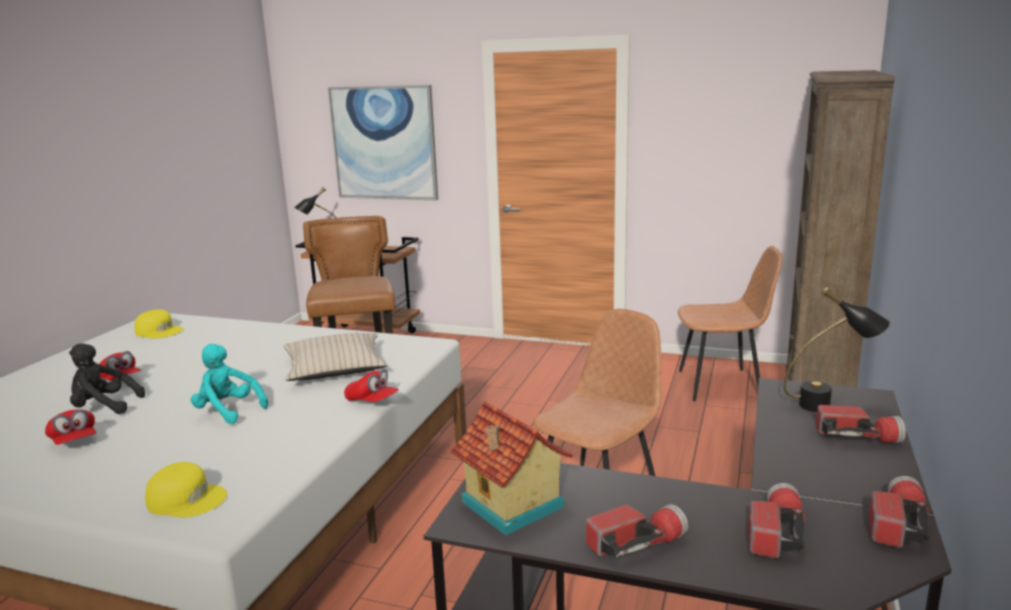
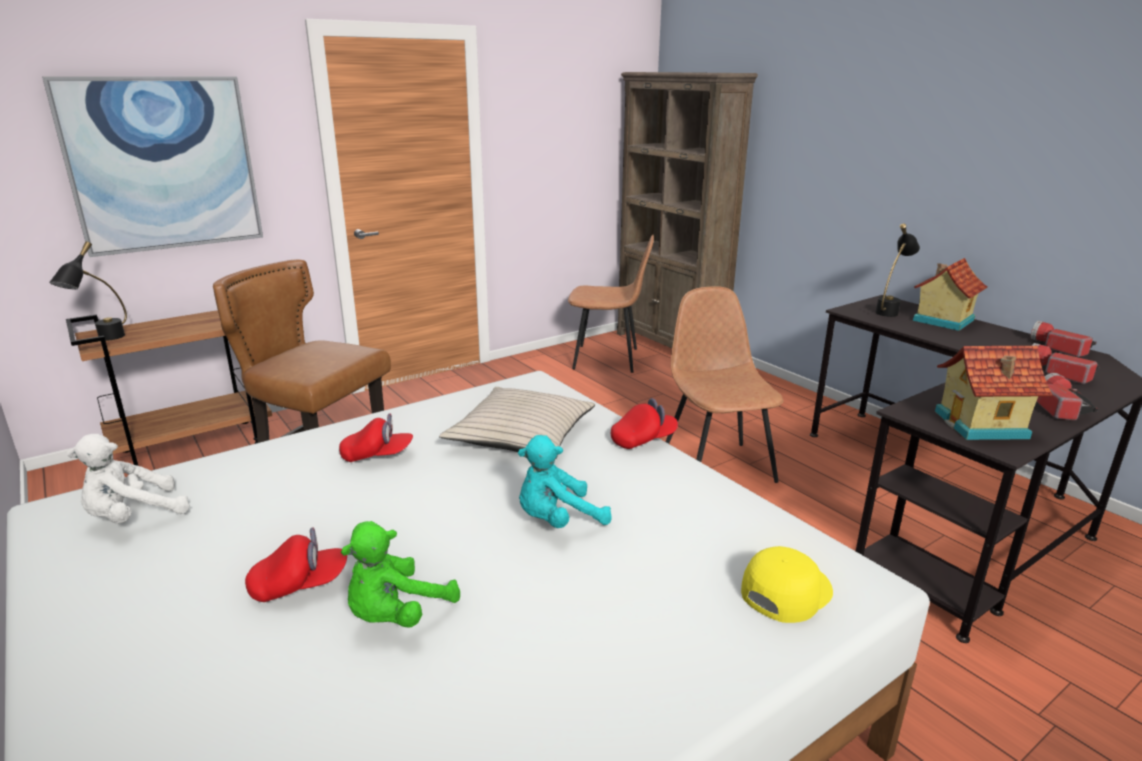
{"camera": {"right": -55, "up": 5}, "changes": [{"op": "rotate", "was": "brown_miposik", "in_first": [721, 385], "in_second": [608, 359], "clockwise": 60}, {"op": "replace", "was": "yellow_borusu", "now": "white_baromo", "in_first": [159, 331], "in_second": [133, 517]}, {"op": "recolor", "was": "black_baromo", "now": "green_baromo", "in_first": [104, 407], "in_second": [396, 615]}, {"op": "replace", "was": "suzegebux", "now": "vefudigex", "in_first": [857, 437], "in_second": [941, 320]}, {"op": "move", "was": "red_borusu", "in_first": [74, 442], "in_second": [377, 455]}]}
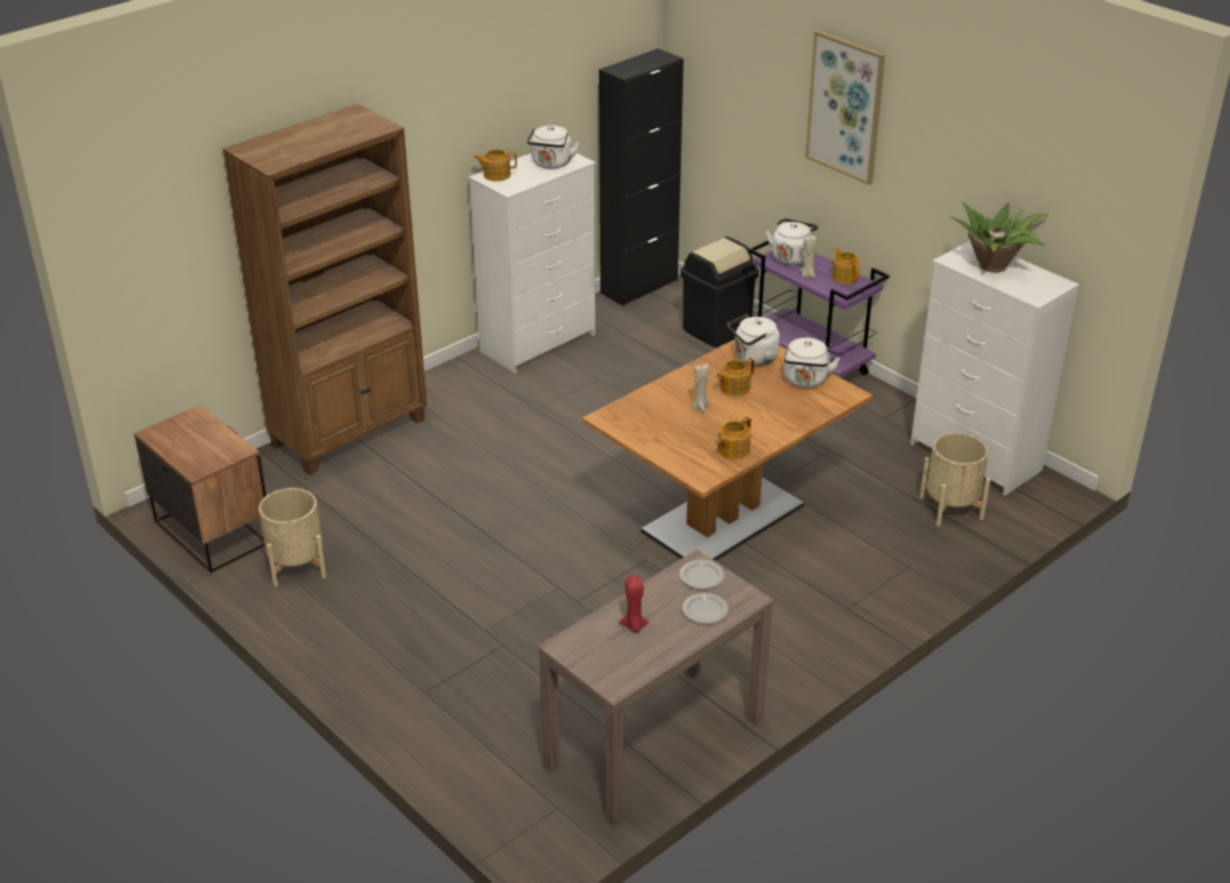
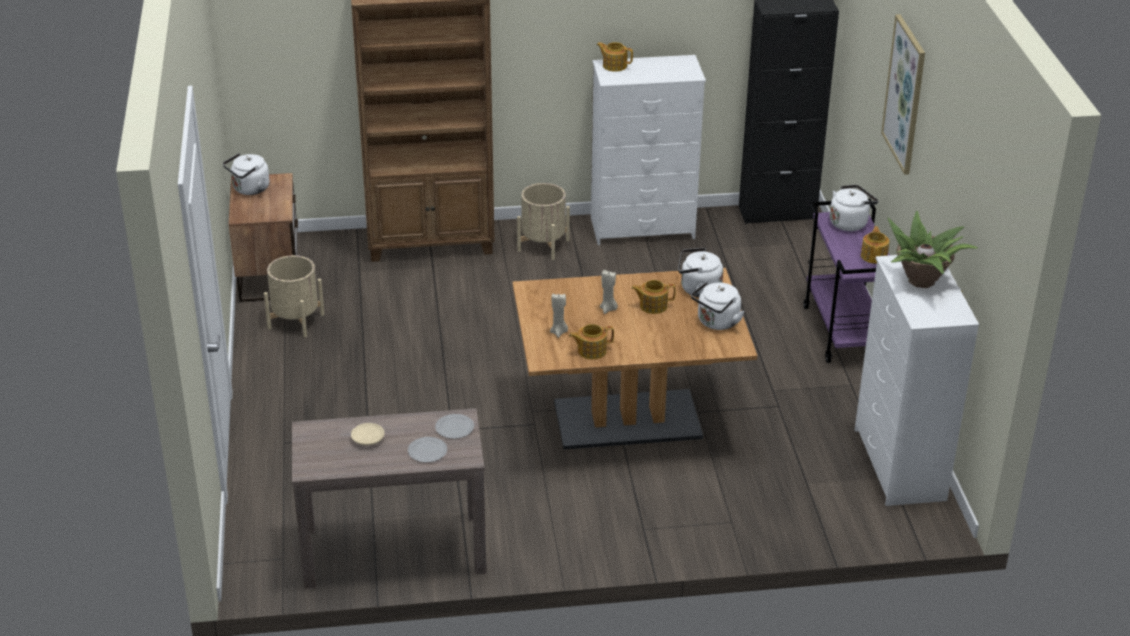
{"camera": {"right": 35, "up": 0}, "changes": [{"op": "move", "was": "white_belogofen", "in_first": [551, 164], "in_second": [249, 189]}, {"op": "move", "was": "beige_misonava", "in_first": [808, 275], "in_second": [559, 332]}, {"op": "delete", "was": "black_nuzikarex", "in_first": [716, 329]}, {"op": "move", "was": "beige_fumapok", "in_first": [951, 508], "in_second": [543, 245]}, {"op": "replace", "was": "red_misonava", "now": "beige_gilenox", "in_first": [634, 626], "in_second": [368, 438]}]}
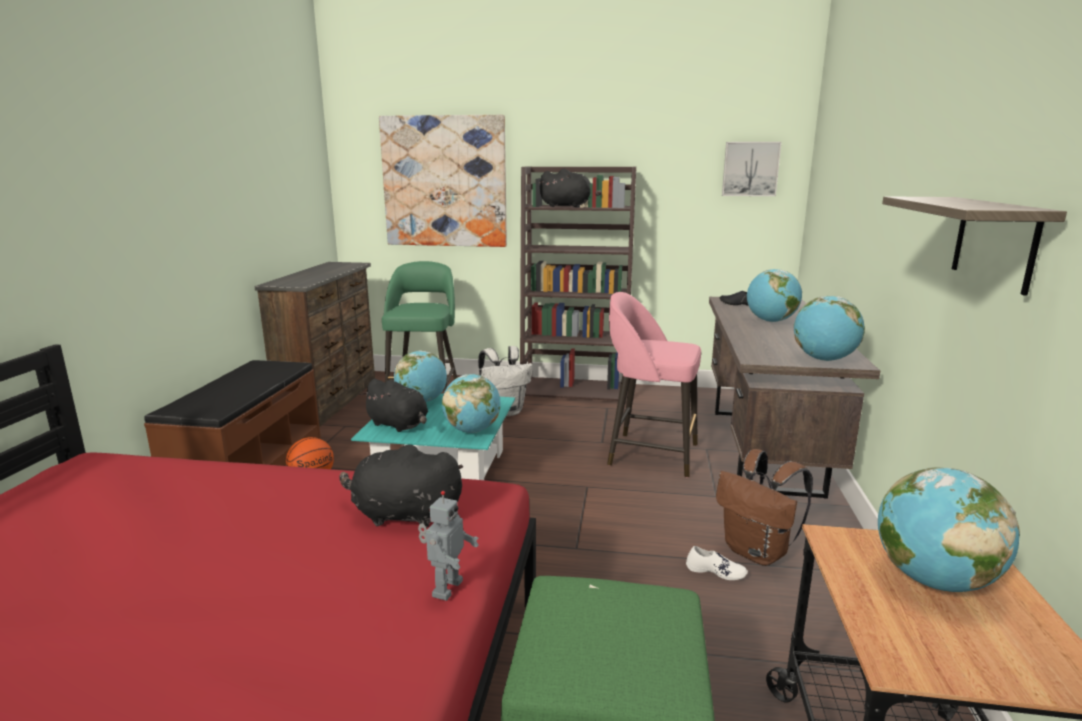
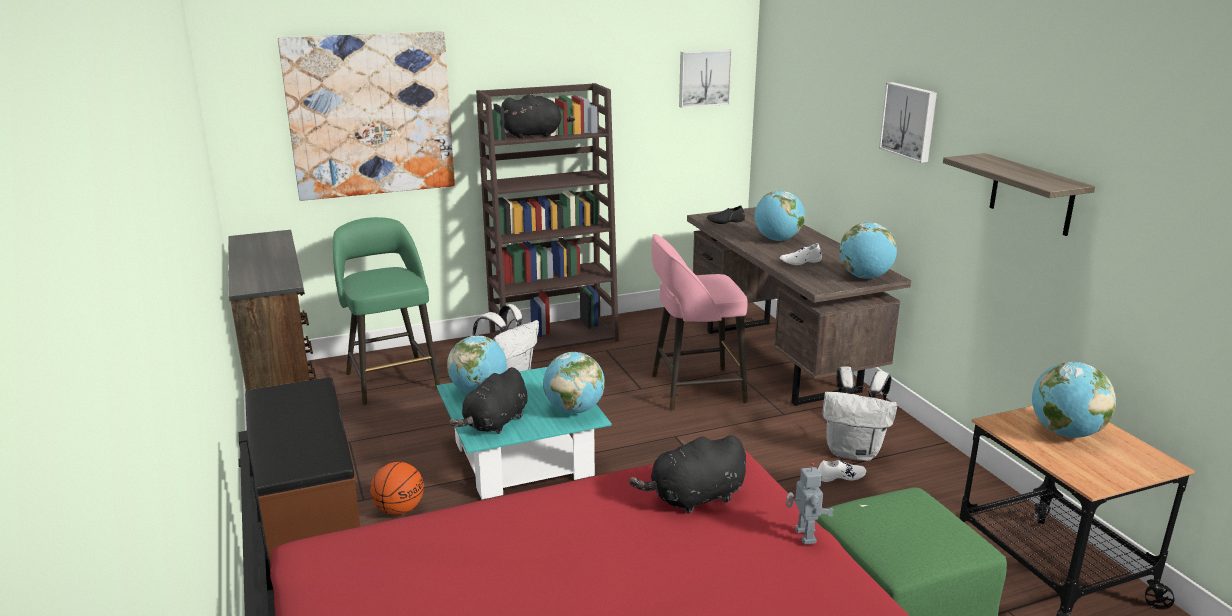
{"camera": {"right": -30, "up": 5}, "changes": [{"op": "rotate", "was": "black_baromo", "in_first": [399, 425], "in_second": [495, 424], "clockwise": 120}, {"op": "recolor", "was": "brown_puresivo", "now": "white_puresivo", "in_first": [757, 552], "in_second": [854, 452]}, {"op": "insert", "now": "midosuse", "in_second": [910, 121]}, {"op": "insert", "now": "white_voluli", "in_second": [800, 261]}]}
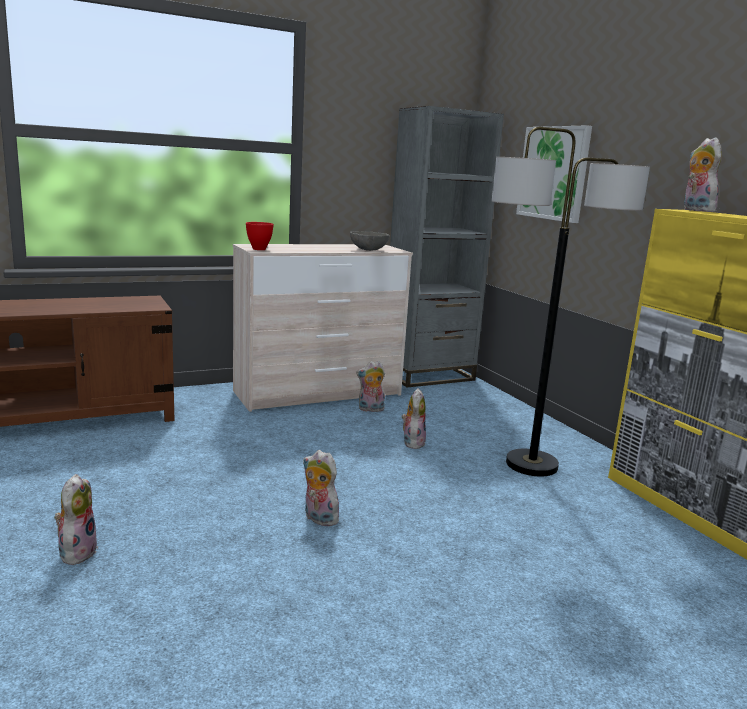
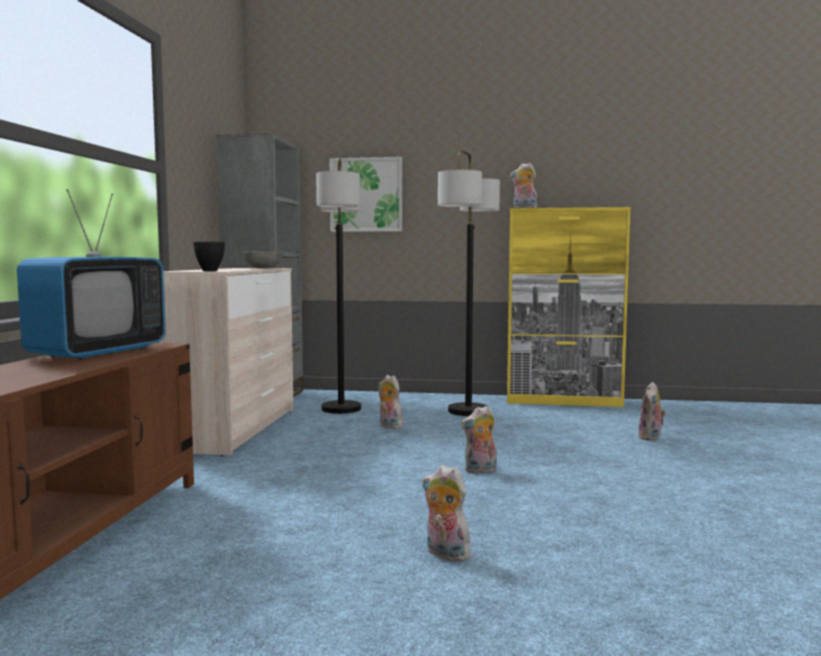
{"camera": {"right": -55, "up": -10}, "changes": [{"op": "recolor", "was": "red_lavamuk", "now": "black_lavamuk", "in_first": [258, 249], "in_second": [210, 271]}, {"op": "move", "was": "baromo", "in_first": [370, 409], "in_second": [651, 438]}, {"op": "insert", "now": "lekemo", "in_second": [341, 409]}, {"op": "insert", "now": "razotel", "in_second": [98, 352]}]}
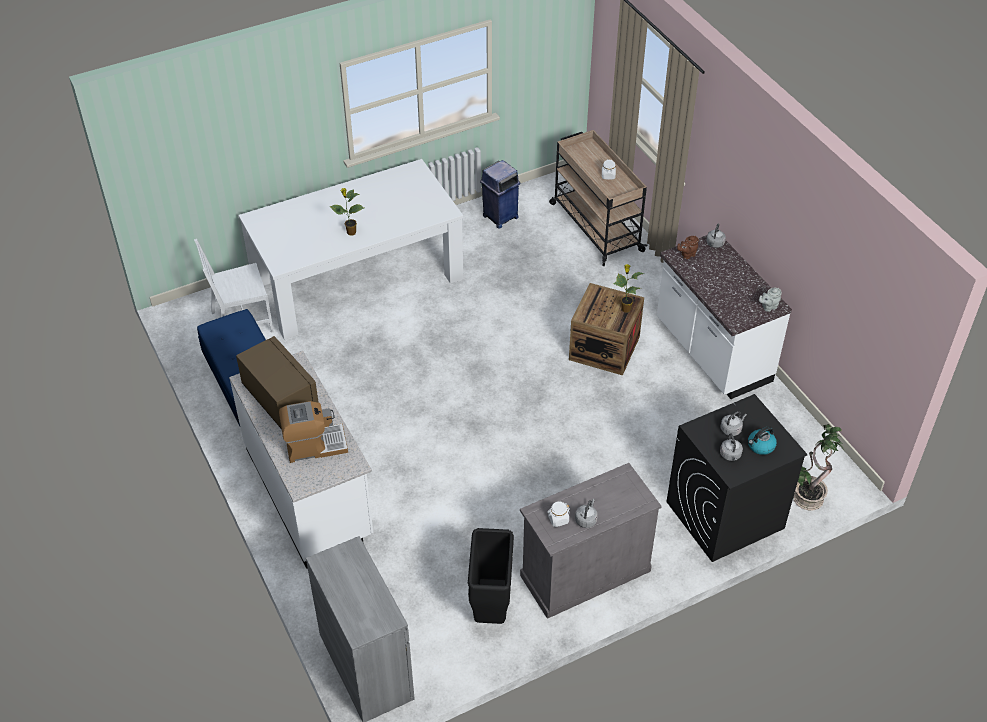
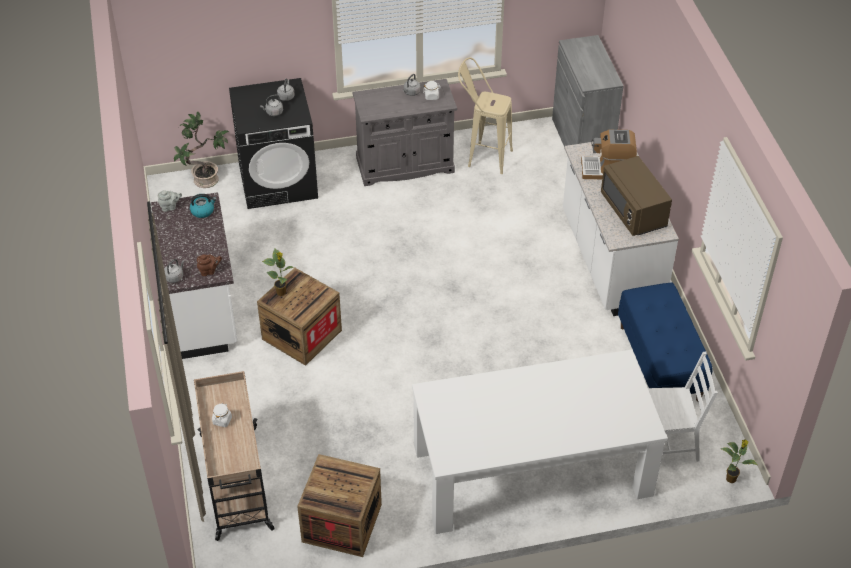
{"camera": {"right": -165, "up": 0}, "changes": [{"op": "replace", "was": "blue_nuzikarex", "now": "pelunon", "in_first": [500, 217], "in_second": [342, 523]}, {"op": "move", "was": "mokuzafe", "in_first": [350, 232], "in_second": [731, 479]}, {"op": "move", "was": "belogofen", "in_first": [760, 446], "in_second": [203, 211]}, {"op": "replace", "was": "black_nuzikarex", "now": "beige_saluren", "in_first": [492, 608], "in_second": [482, 157]}]}
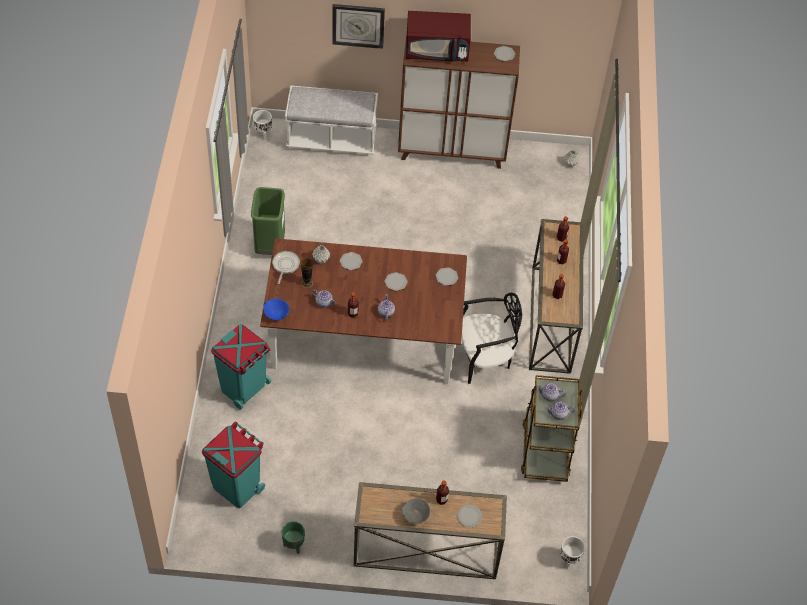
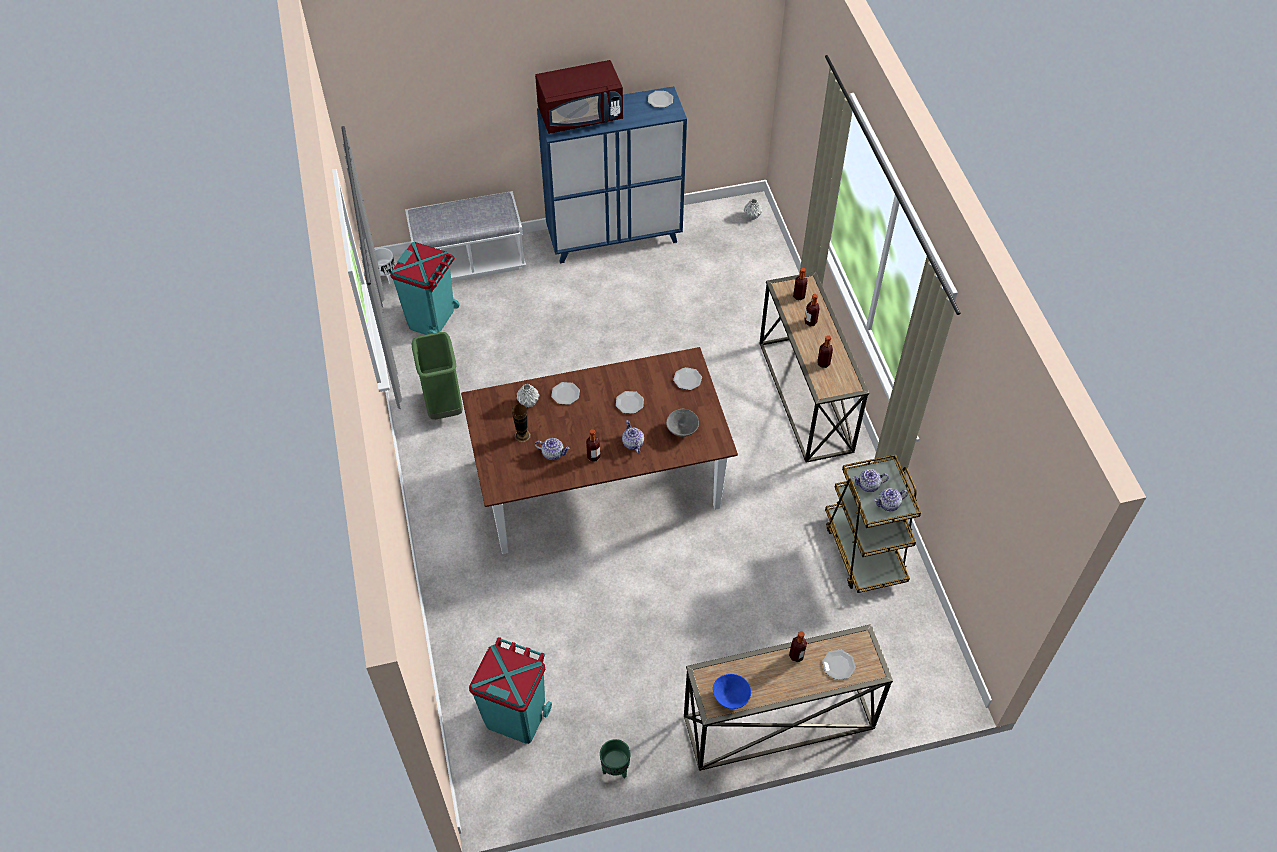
{"camera": {"right": -15, "up": 0}, "changes": [{"op": "delete", "was": "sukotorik", "in_first": [358, 25]}, {"op": "recolor", "was": "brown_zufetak", "now": "blue_zufetak", "in_first": [452, 151], "in_second": [614, 238]}, {"op": "delete", "was": "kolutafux", "in_first": [285, 265]}, {"op": "delete", "was": "black_miposik", "in_first": [484, 358]}, {"op": "move", "was": "blue_lavamuk", "in_first": [276, 315], "in_second": [730, 697]}, {"op": "move", "was": "turquoise_nuzikarex", "in_first": [244, 388], "in_second": [432, 319]}, {"op": "move", "was": "grey_lavamuk", "in_first": [415, 516], "in_second": [682, 430]}, {"op": "delete", "was": "white_fumapok", "in_first": [568, 560]}]}
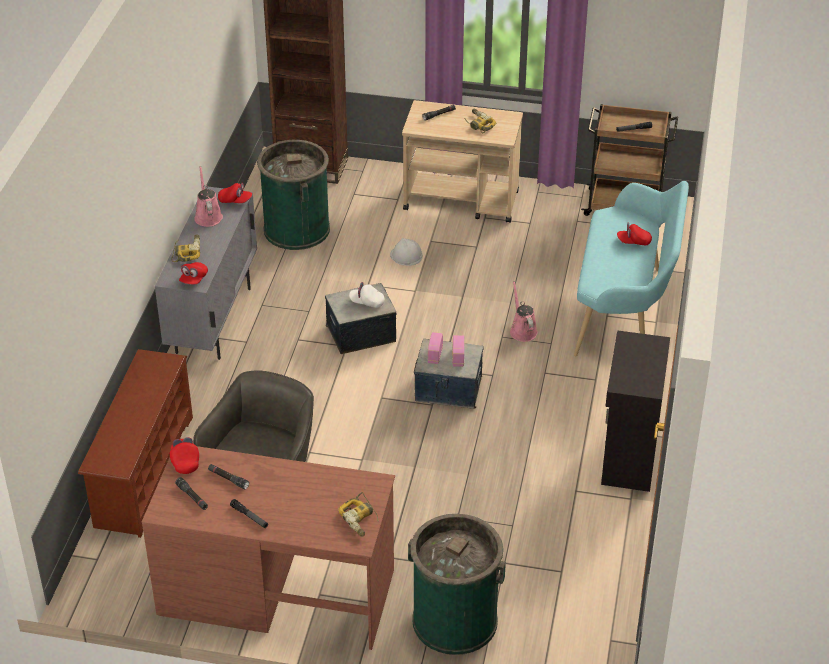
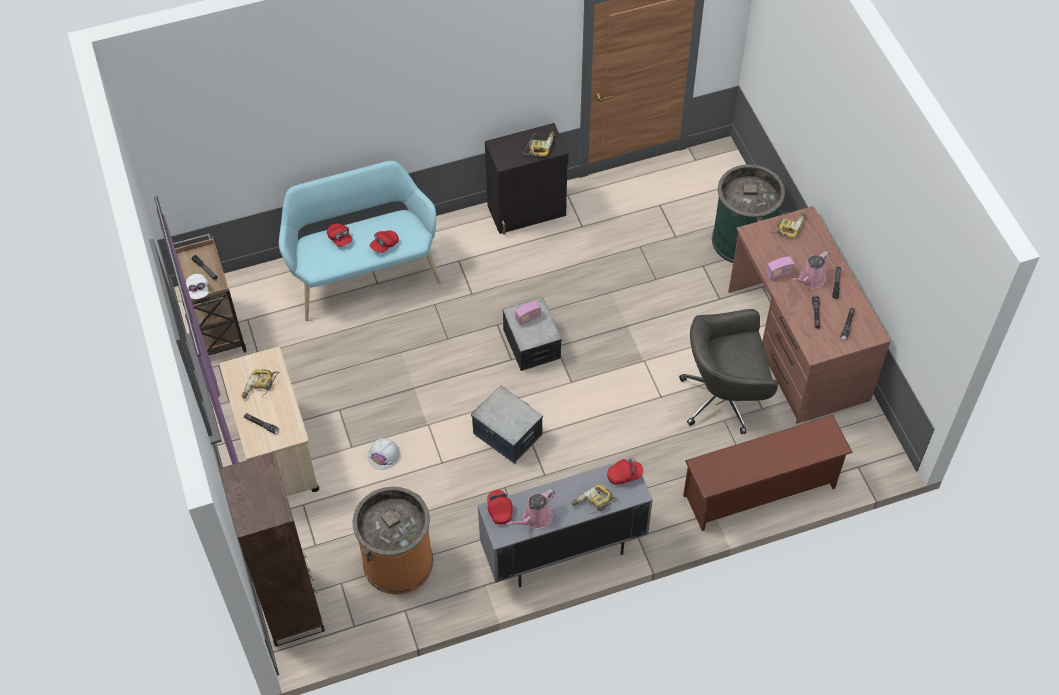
{"camera": {"right": -120, "up": 15}, "changes": [{"op": "recolor", "was": "green_nuzikarex", "now": "orange_nuzikarex", "in_first": [296, 229], "in_second": [398, 562]}, {"op": "move", "was": "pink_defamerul", "in_first": [522, 330], "in_second": [810, 280]}, {"op": "move", "was": "white_borusu", "in_first": [367, 302], "in_second": [198, 290]}, {"op": "move", "was": "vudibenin", "in_first": [435, 355], "in_second": [779, 273]}, {"op": "move", "was": "red_borusu", "in_first": [185, 461], "in_second": [384, 245]}, {"op": "insert", "now": "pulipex", "in_second": [539, 146]}]}
